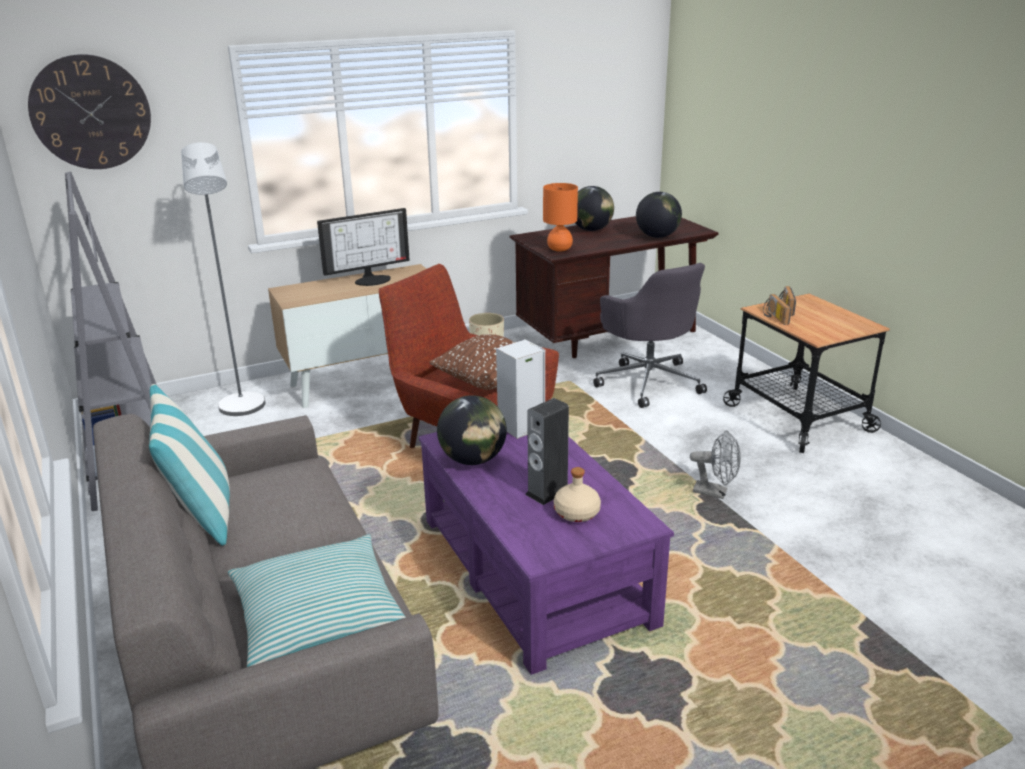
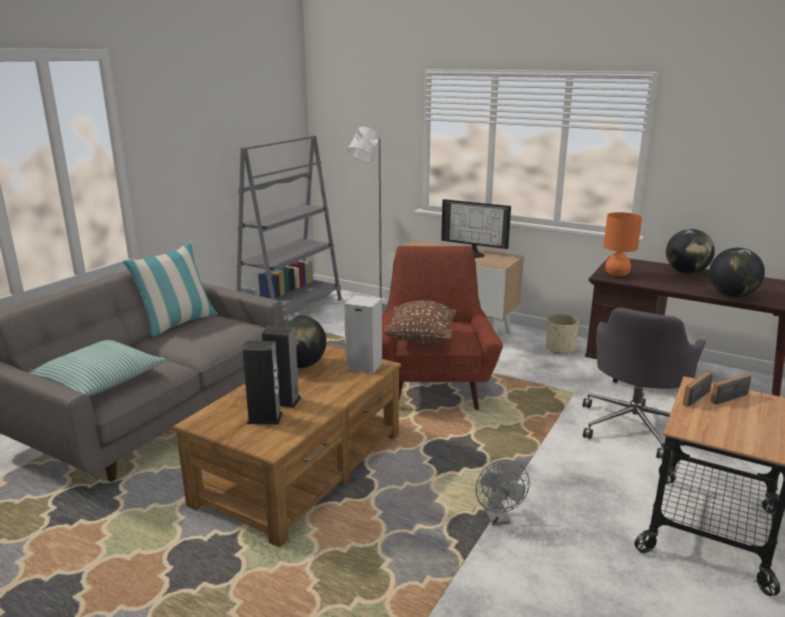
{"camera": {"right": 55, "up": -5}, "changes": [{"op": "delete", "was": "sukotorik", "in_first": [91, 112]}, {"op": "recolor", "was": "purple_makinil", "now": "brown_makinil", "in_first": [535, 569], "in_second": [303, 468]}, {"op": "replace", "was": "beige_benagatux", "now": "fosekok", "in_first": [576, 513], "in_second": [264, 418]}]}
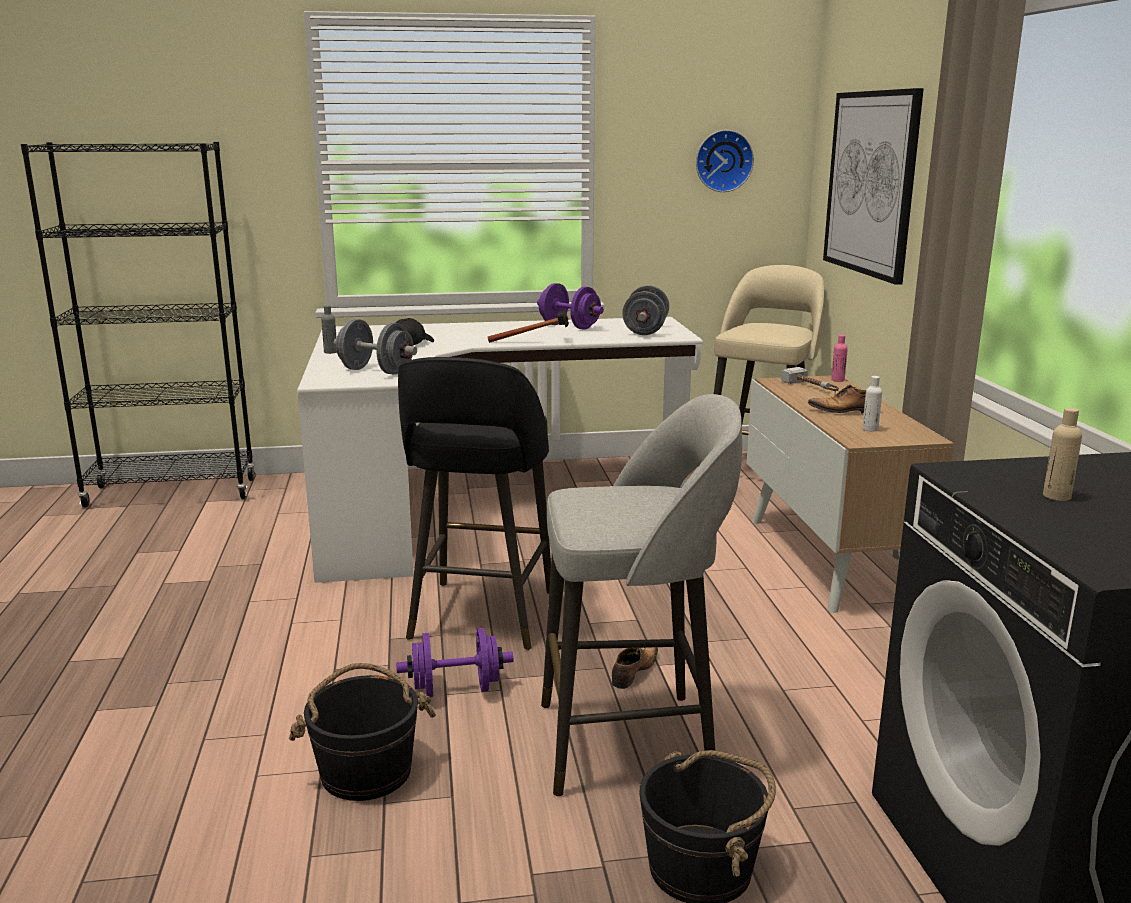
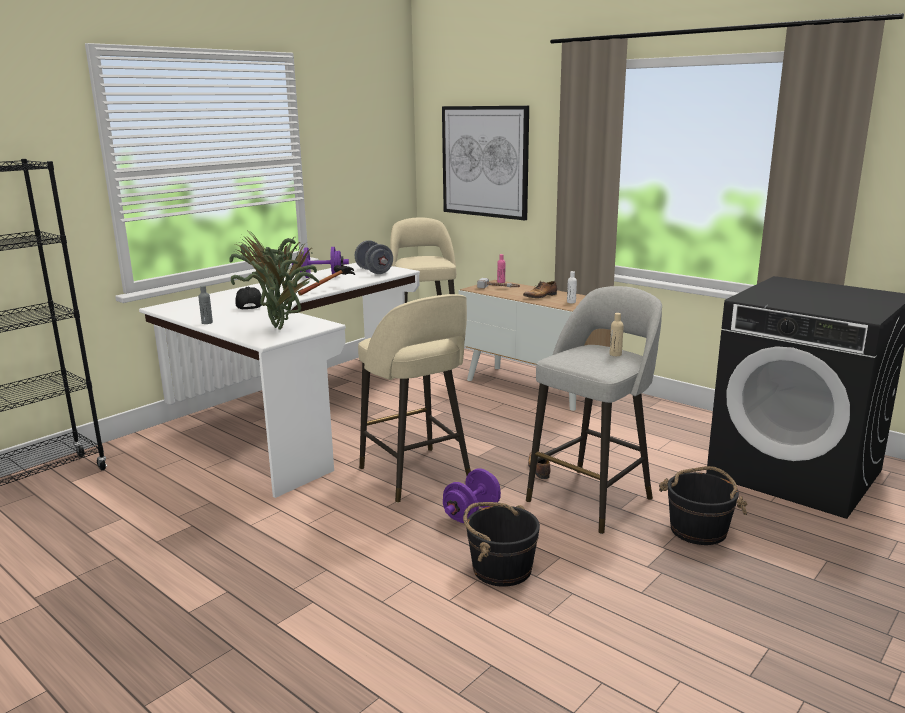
{"camera": {"right": -40, "up": 0}, "changes": [{"op": "delete", "was": "sukotorik", "in_first": [723, 161]}, {"op": "replace", "was": "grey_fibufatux", "now": "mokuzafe", "in_first": [376, 371], "in_second": [281, 326]}, {"op": "recolor", "was": "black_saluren", "now": "beige_saluren", "in_first": [481, 617], "in_second": [416, 475]}, {"op": "move", "was": "beige_benagatux", "in_first": [1056, 496], "in_second": [615, 354]}]}
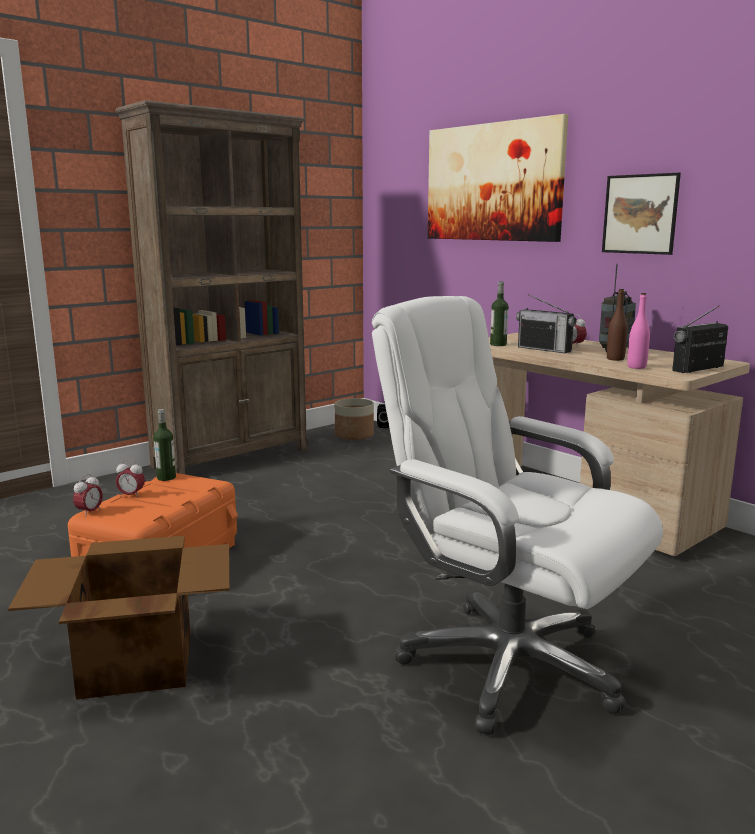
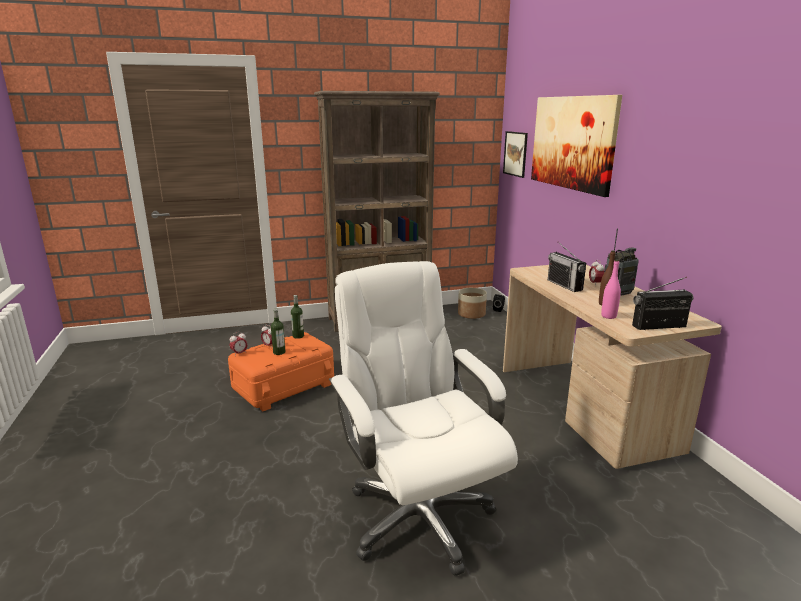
{"camera": {"right": 25, "up": 5}, "changes": [{"op": "move", "was": "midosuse", "in_first": [640, 214], "in_second": [515, 154]}, {"op": "move", "was": "benagatux", "in_first": [498, 344], "in_second": [279, 352]}, {"op": "delete", "was": "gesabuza", "in_first": [135, 662]}]}
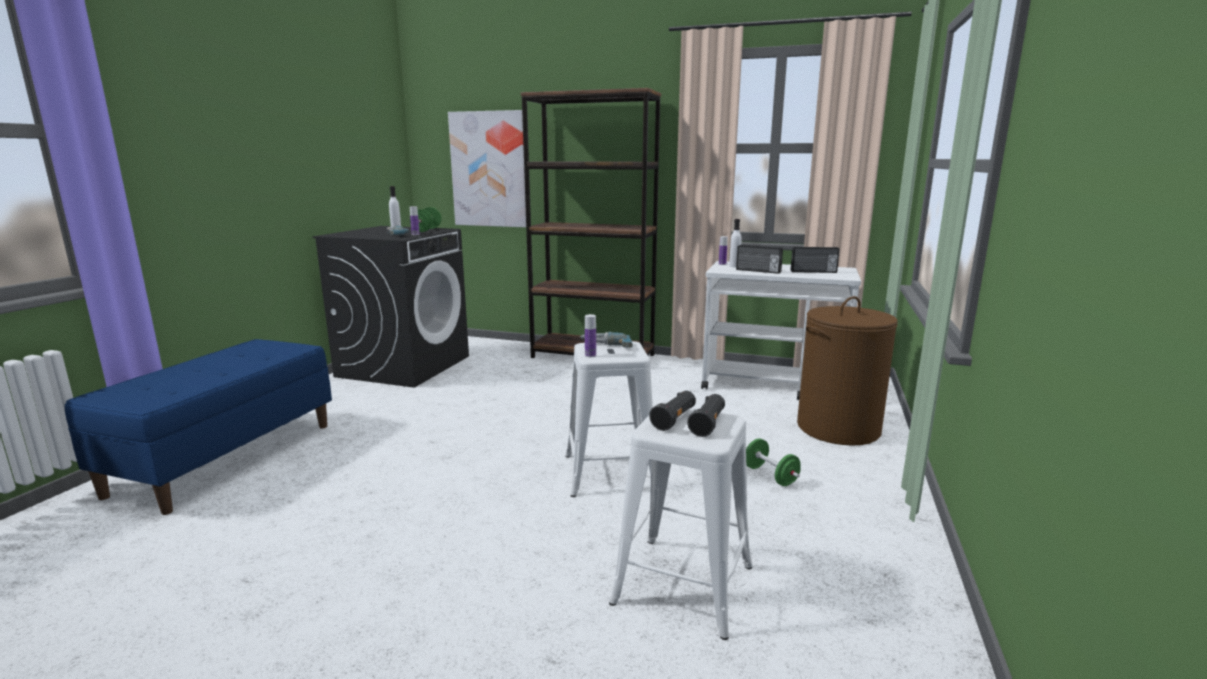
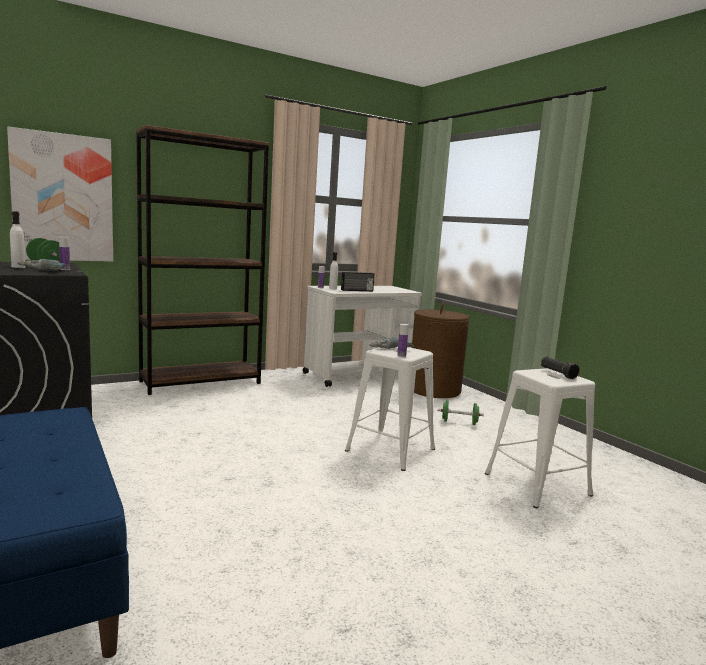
{"camera": {"right": -50, "up": -5}, "changes": [{"op": "delete", "was": "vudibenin", "in_first": [813, 271]}, {"op": "delete", "was": "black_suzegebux", "in_first": [674, 420]}]}
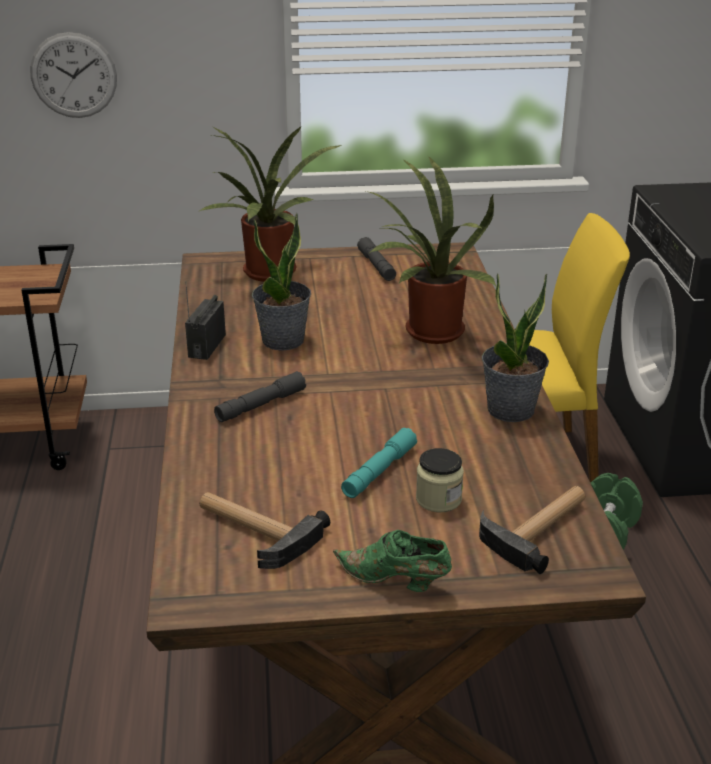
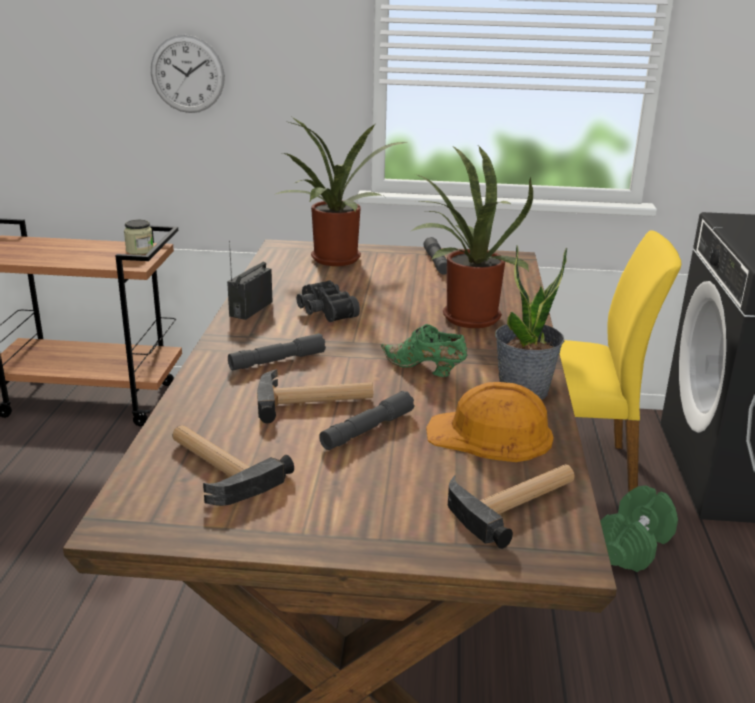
{"camera": {"right": 10, "up": -5}, "changes": [{"op": "replace", "was": "mokuzafe", "now": "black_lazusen", "in_first": [283, 340], "in_second": [323, 311]}, {"op": "recolor", "was": "turquoise_suzegebux", "now": "grey_suzegebux", "in_first": [379, 471], "in_second": [367, 430]}, {"op": "move", "was": "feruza", "in_first": [438, 499], "in_second": [139, 250]}, {"op": "move", "was": "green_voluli", "in_first": [395, 581], "in_second": [424, 369]}, {"op": "insert", "now": "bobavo", "in_second": [315, 401]}, {"op": "insert", "now": "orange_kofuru", "in_second": [490, 435]}]}
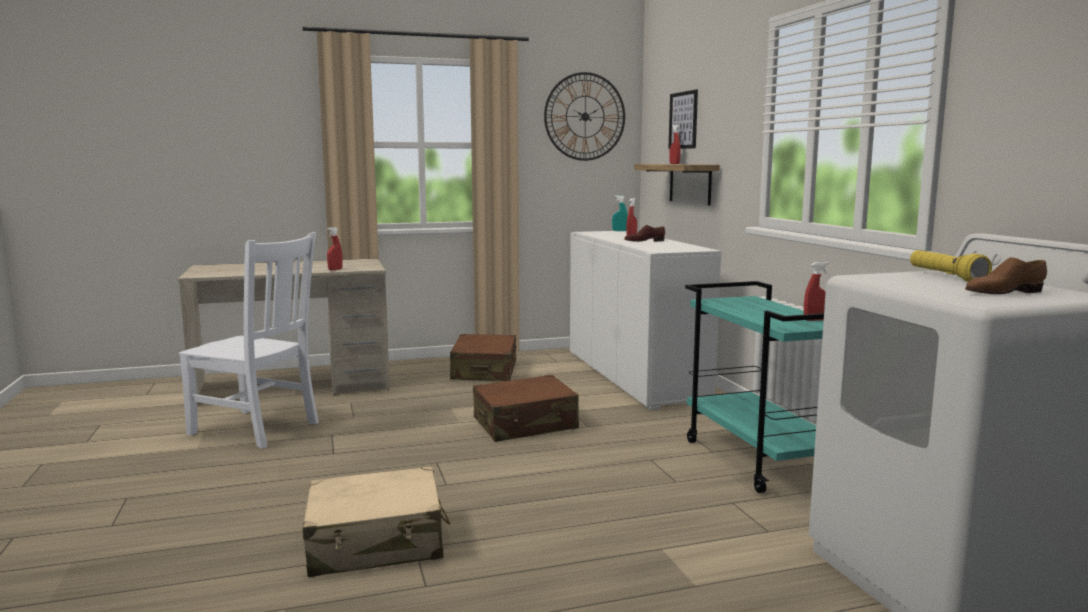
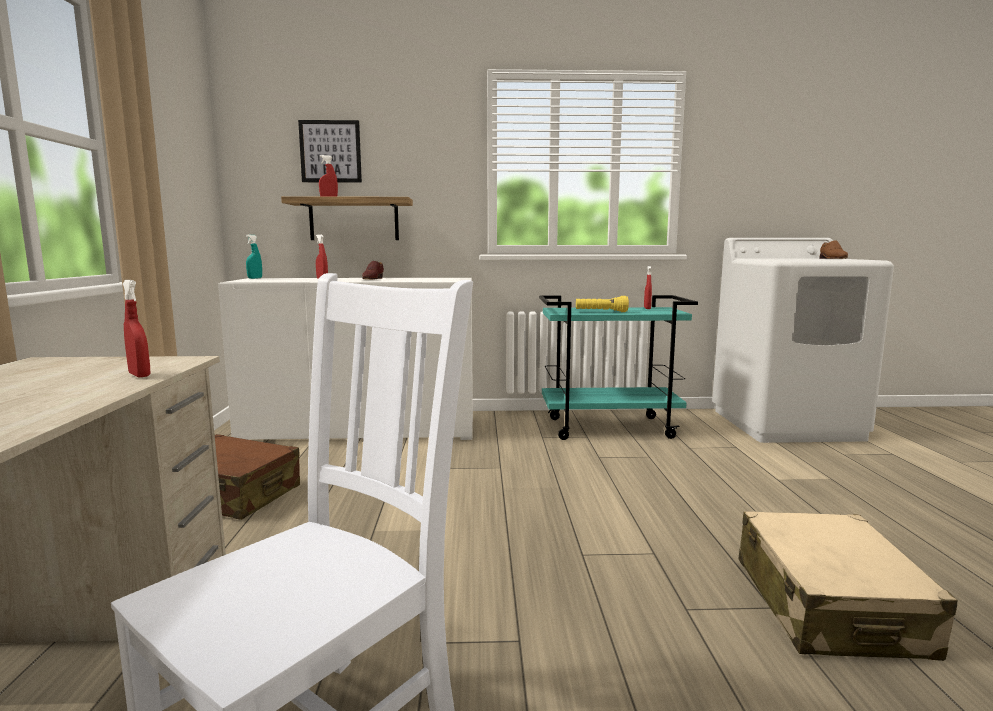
{"camera": {"right": -75, "up": 0}, "changes": [{"op": "delete", "was": "sukotorik", "in_first": [585, 116]}, {"op": "move", "was": "yellow_suzegebux", "in_first": [945, 277], "in_second": [601, 312]}, {"op": "delete", "was": "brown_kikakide", "in_first": [525, 424]}]}
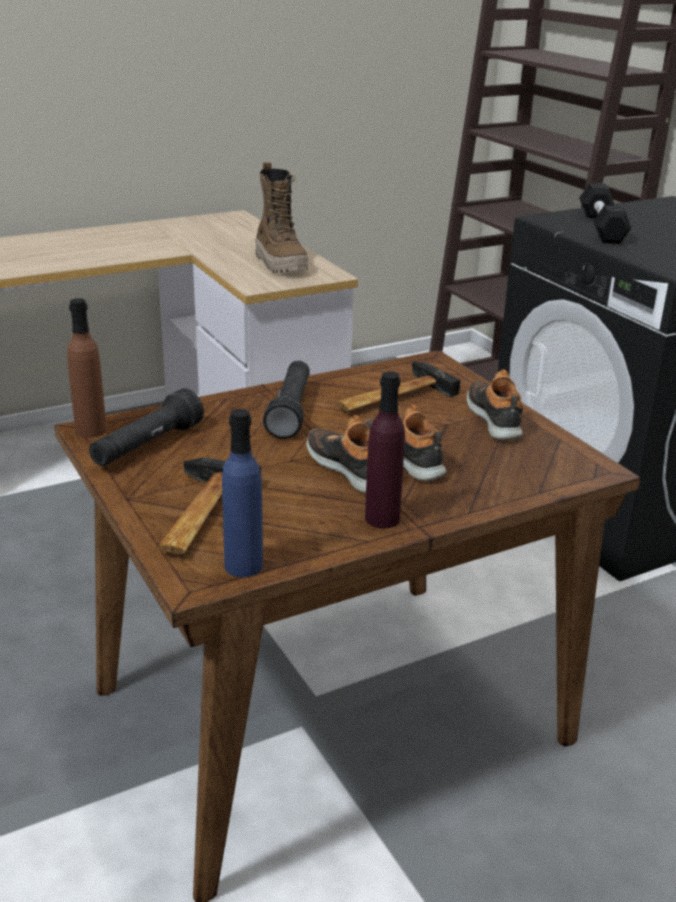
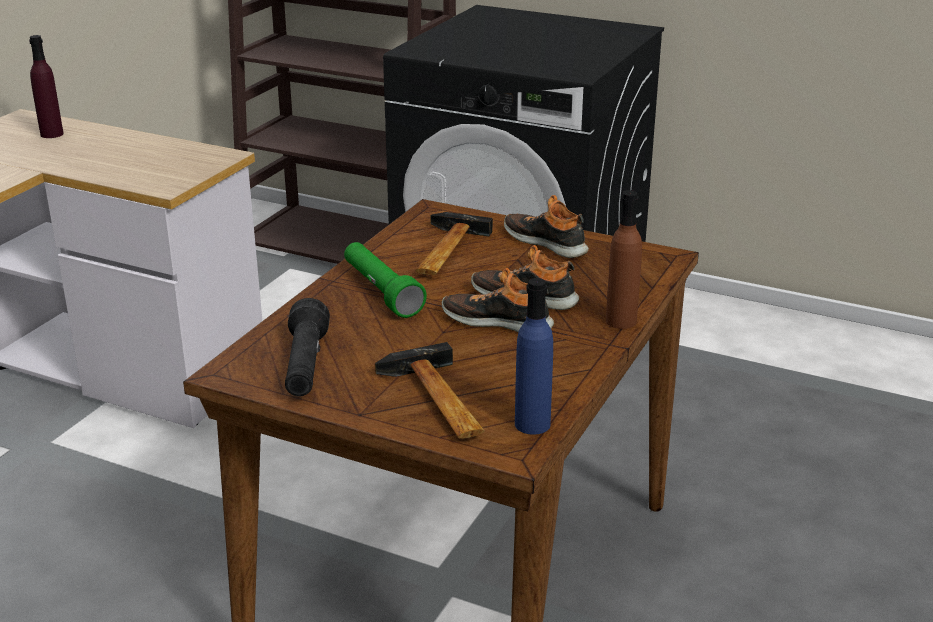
{"camera": {"right": -35, "up": 0}, "changes": [{"op": "delete", "was": "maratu", "in_first": [281, 264]}, {"op": "delete", "was": "black_fibufatux", "in_first": [601, 227]}, {"op": "move", "was": "brown_benagatux", "in_first": [91, 430], "in_second": [621, 321]}, {"op": "recolor", "was": "black_suzegebux", "now": "green_suzegebux", "in_first": [290, 411], "in_second": [381, 292]}, {"op": "move", "was": "purple_benagatux", "in_first": [382, 518], "in_second": [52, 134]}]}
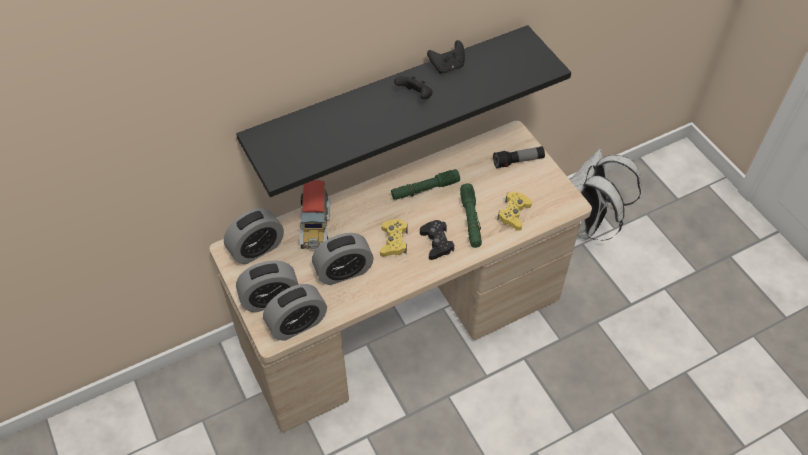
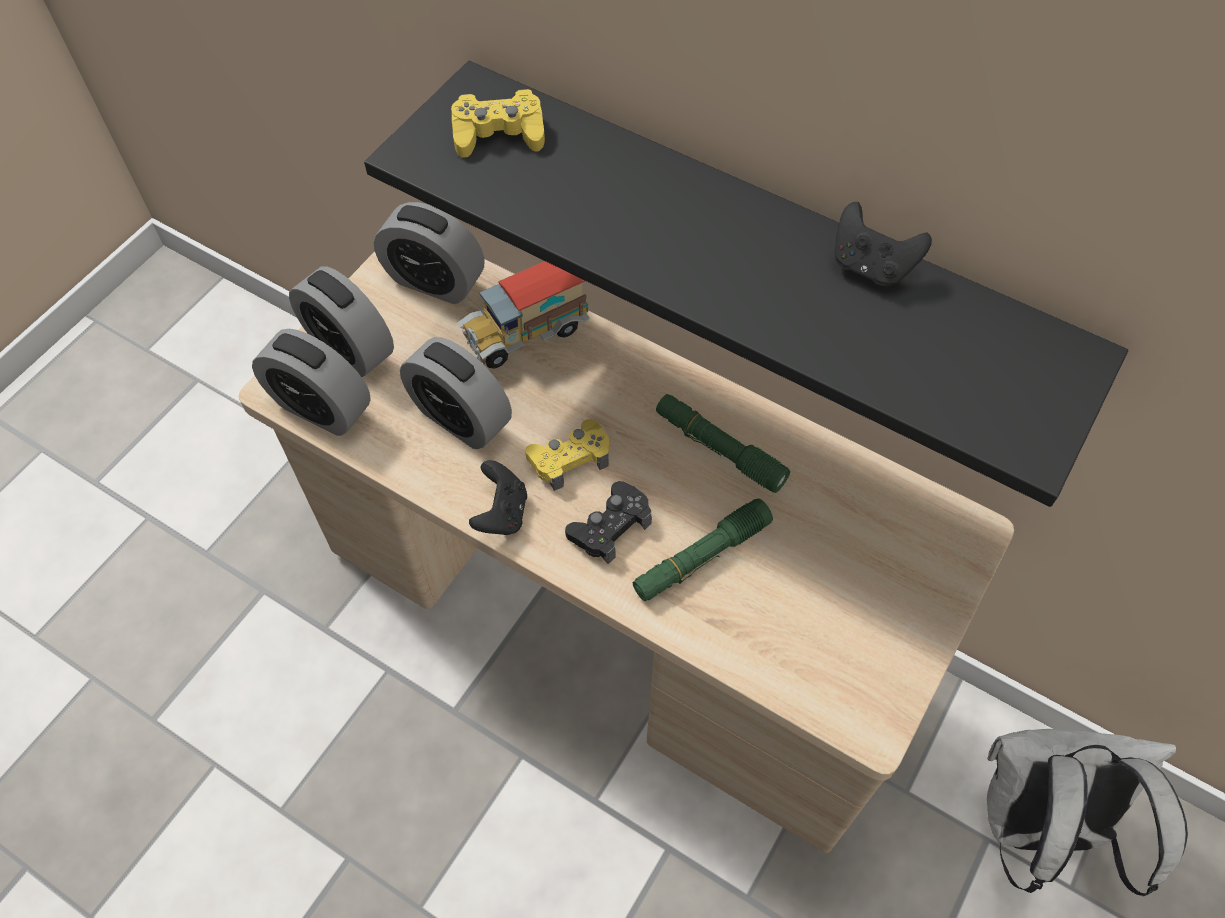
{"camera": {"right": 60, "up": 5}, "changes": [{"op": "move", "was": "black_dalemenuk", "in_first": [415, 96], "in_second": [501, 513]}, {"op": "delete", "was": "suzegebux", "in_first": [518, 161]}, {"op": "move", "was": "yellow_dalemenuk", "in_first": [513, 214], "in_second": [498, 133]}]}
